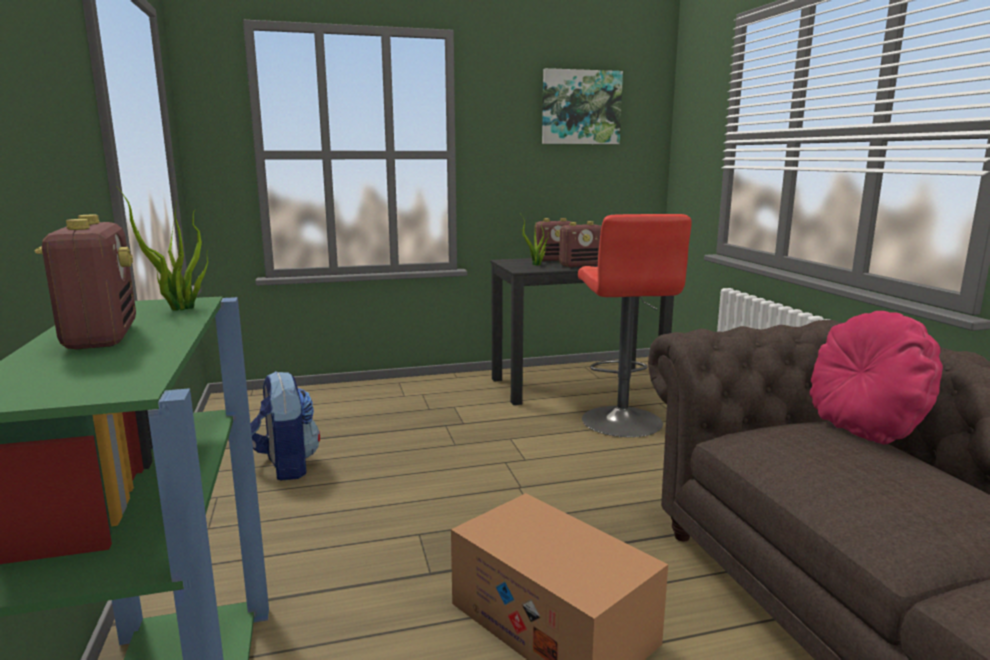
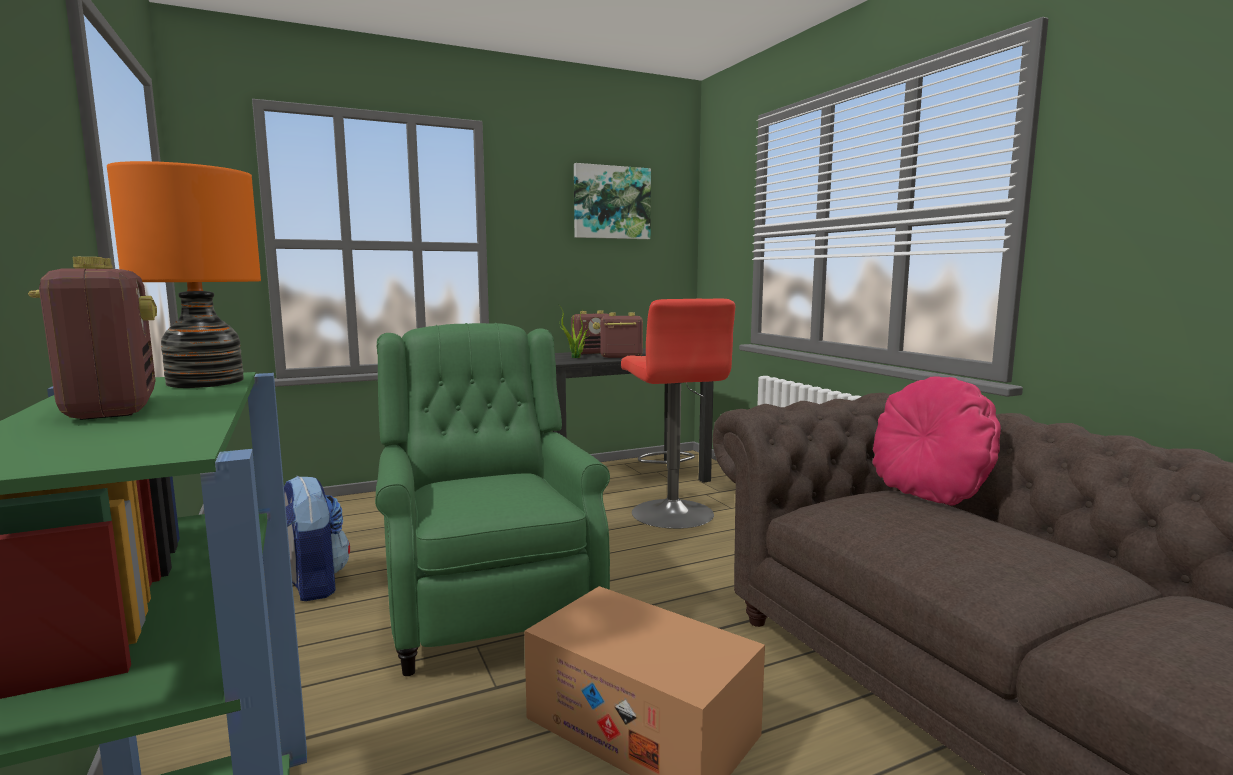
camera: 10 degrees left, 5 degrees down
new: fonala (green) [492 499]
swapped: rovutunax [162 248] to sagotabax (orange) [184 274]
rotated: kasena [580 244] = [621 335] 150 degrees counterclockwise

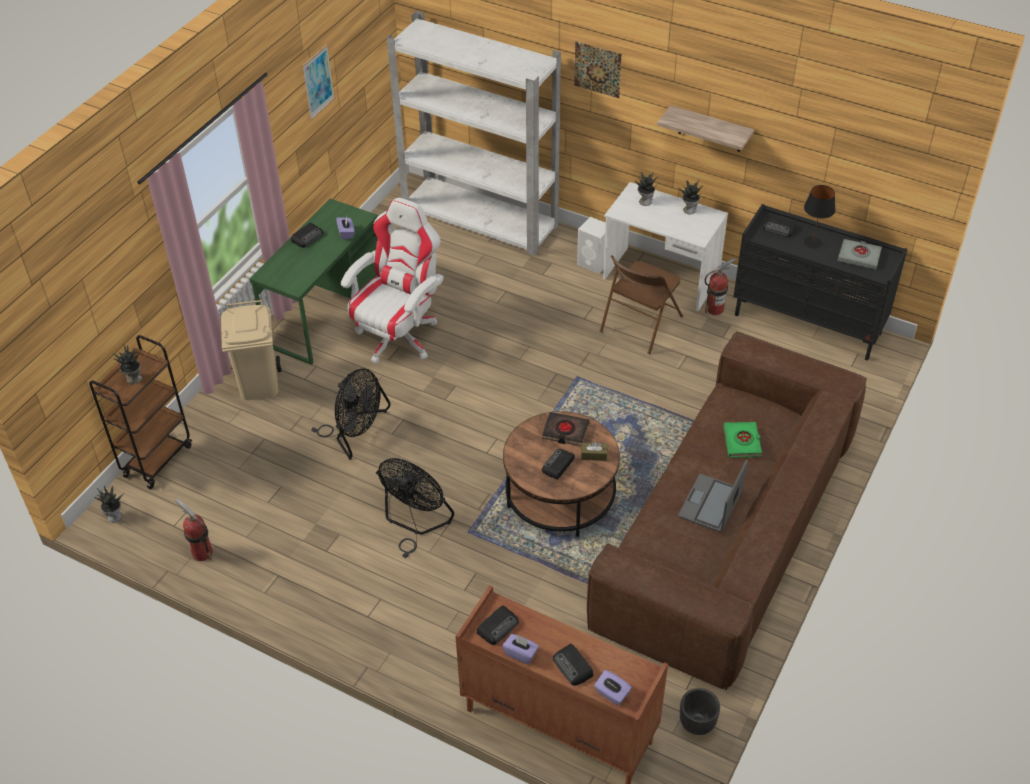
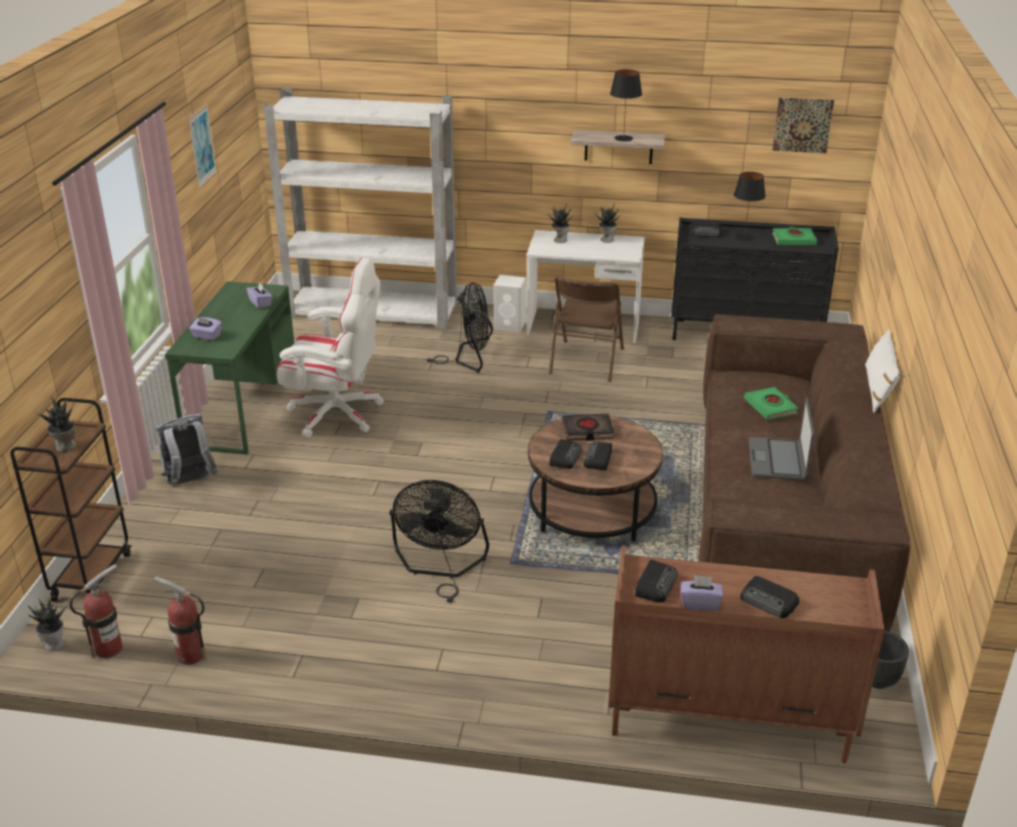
camera: 20 degrees left, 15 degrees down
gone: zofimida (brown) [594 451]
new: sagotabax (black) [626 105]; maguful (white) [882 371]
shifted: kasena [307 235] to [566 454]; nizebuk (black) [350 414] to [460 327]; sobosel [598 70] to [803 125]; zofimida (purple) [613 688] to [205 328]; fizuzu [720 286] to [96 611]
swapped: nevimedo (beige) [251 350] to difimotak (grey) [186 450]
repainted: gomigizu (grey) [860 254] to gomigizu (green) [794 236]
rotated: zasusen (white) [392 281] = [330 347] 90 degrees clockwise

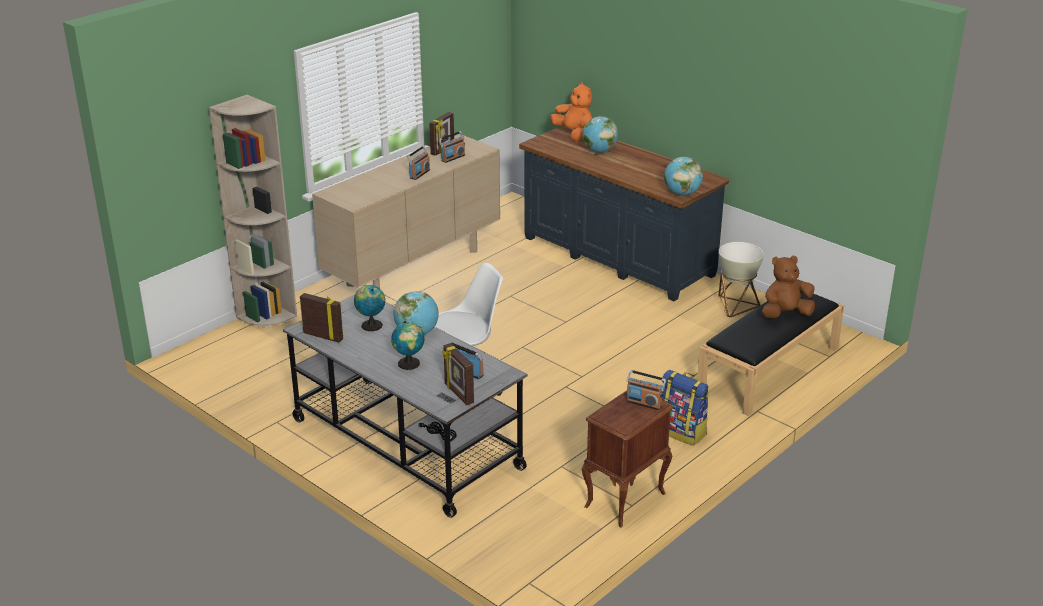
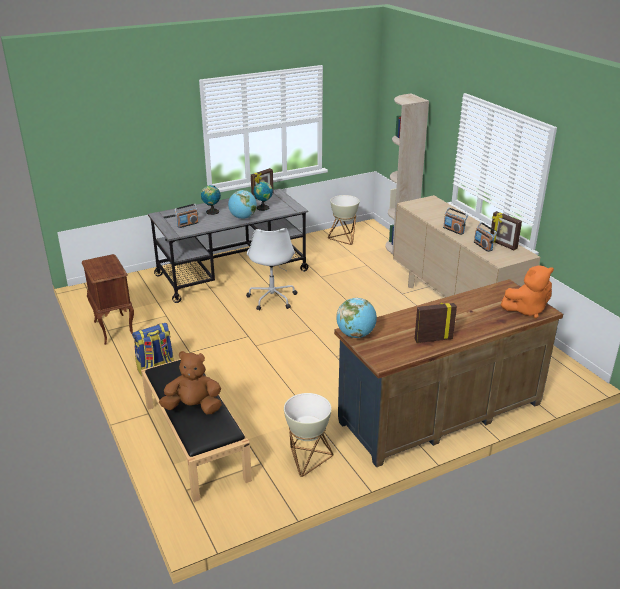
camera: 110 degrees right, 0 degrees up
gone: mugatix [600 134]; kasena [646 390]
new: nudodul [343 220]
shifted: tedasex [458 374] to [436 322]
rotated: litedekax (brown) [788 287] = [190 382] 90 degrees counterclockwise

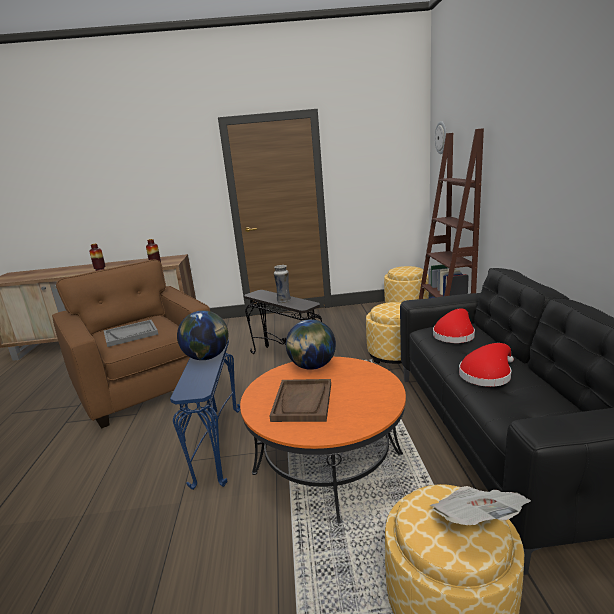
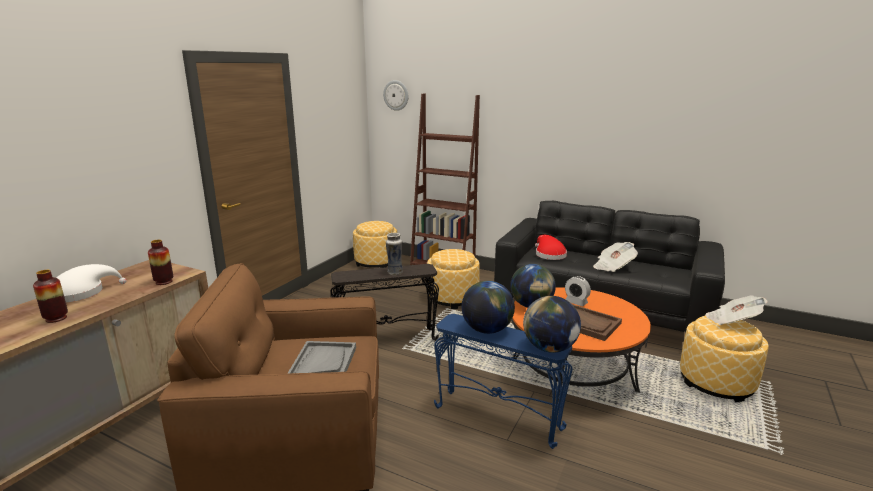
camera: 60 degrees left, 0 degrees up
new: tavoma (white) [91 283]; mugatix [552 324]; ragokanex [578 291]
swapped: tavoma (red) [486 365] to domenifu [615 257]

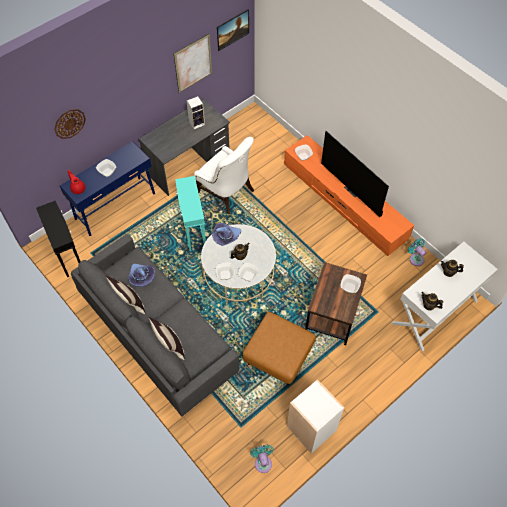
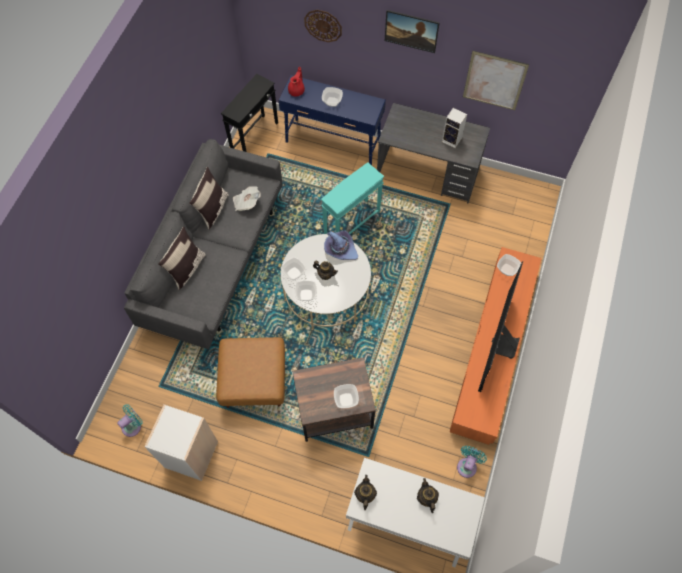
camera: 60 degrees right, 5 degrees up
gone: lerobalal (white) [224 175]
shifted: sobosel [233 30] to [412 31]
swapped: tavoma (purple) [141 275] to domenifu [246 198]

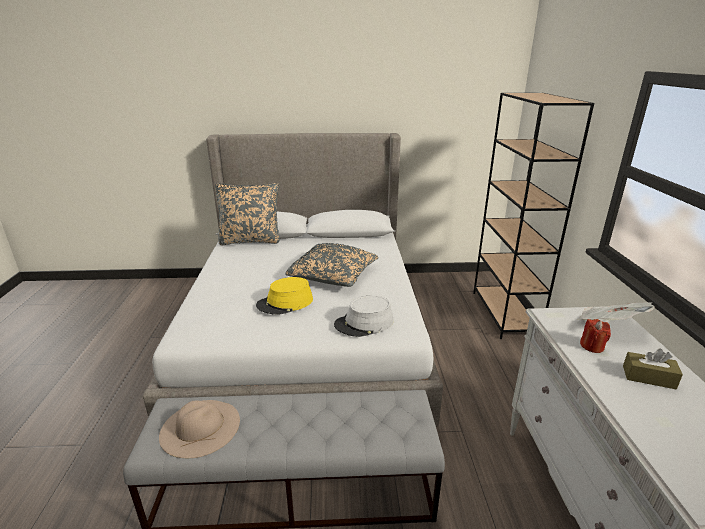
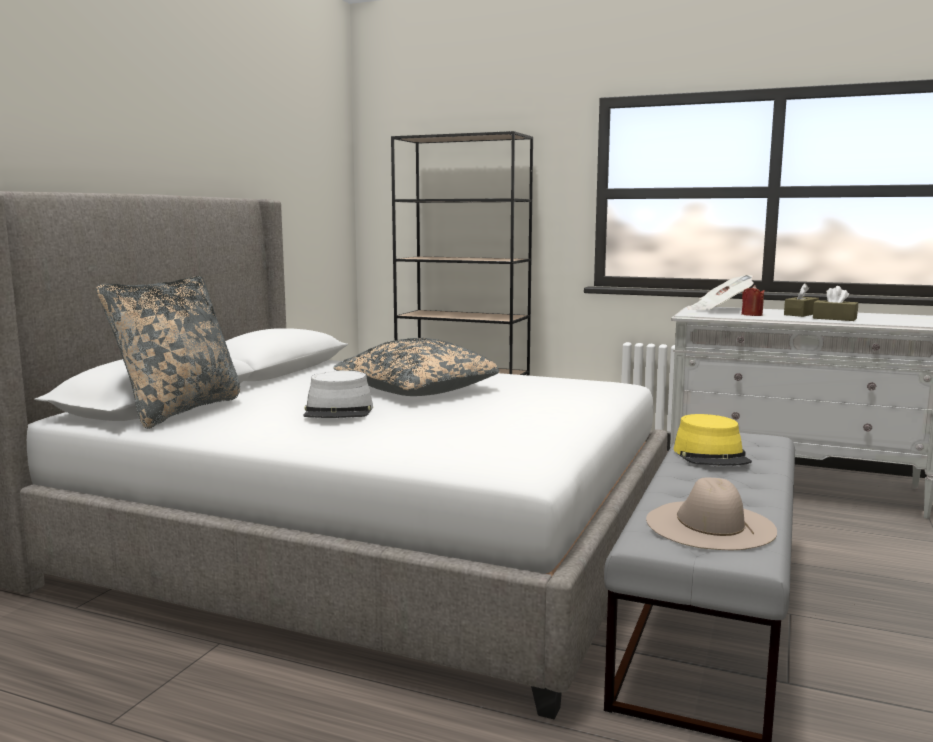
camera: 65 degrees left, 15 degrees down
new: zofimida (brown) [835 303]
shifted: tavoma (yellow) [284 296] to [712 440]; tavoma (grey) [364 316] to [338 394]

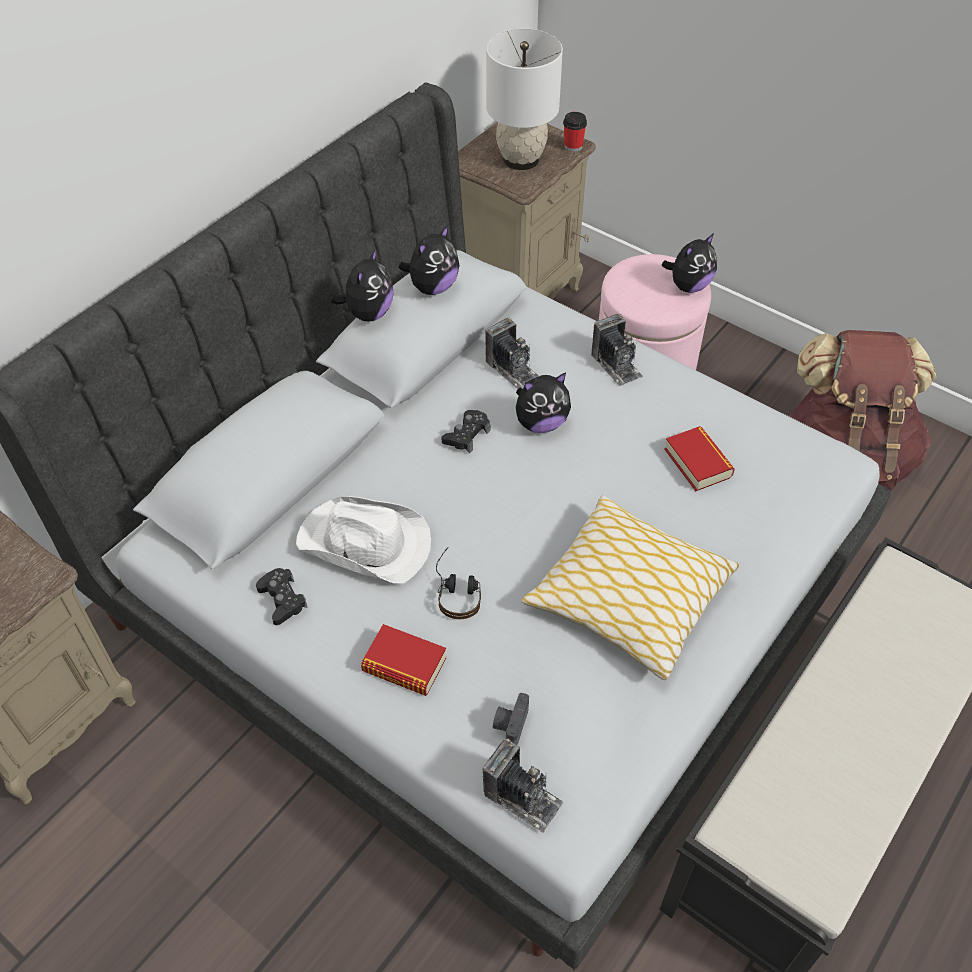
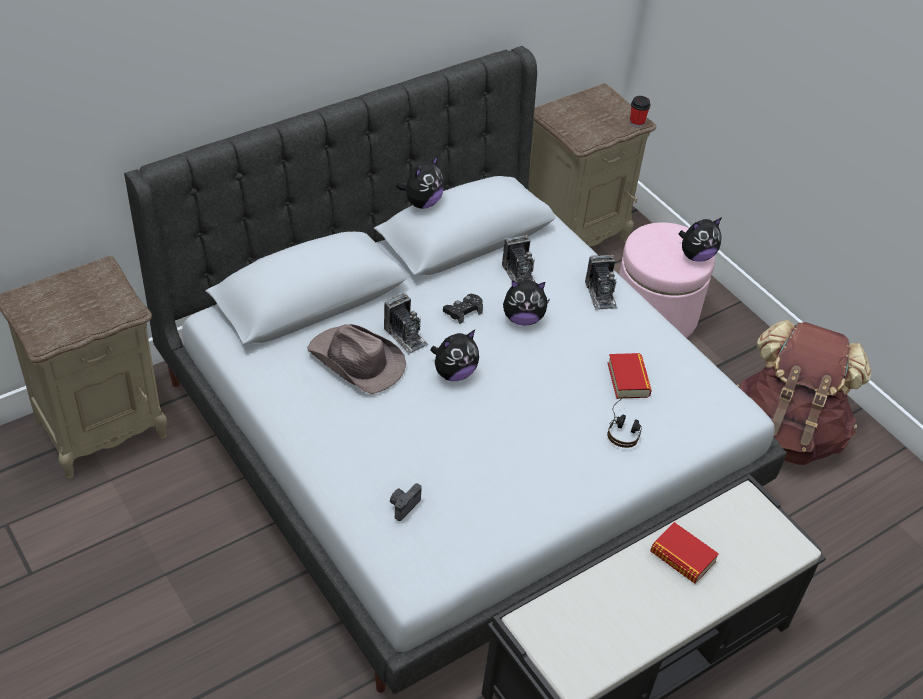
camera: 15 degrees right, 5 degrees down
gone: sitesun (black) [282 596]; sagotabax (white) [524 99]; maguful [630 587]
shifted: gomigizu [404 660] to [684 553]; litedekax [429 260] to [454 355]; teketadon [458 583] to [624 422]; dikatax [523 786] to [406 323]
repainted: tavoma (white) [363 539] to tavoma (brown) [357 359]

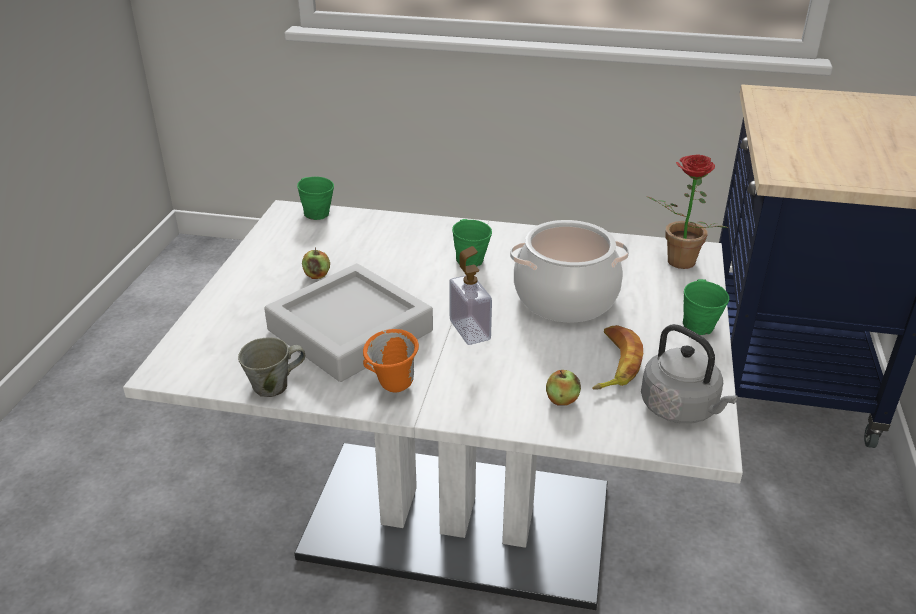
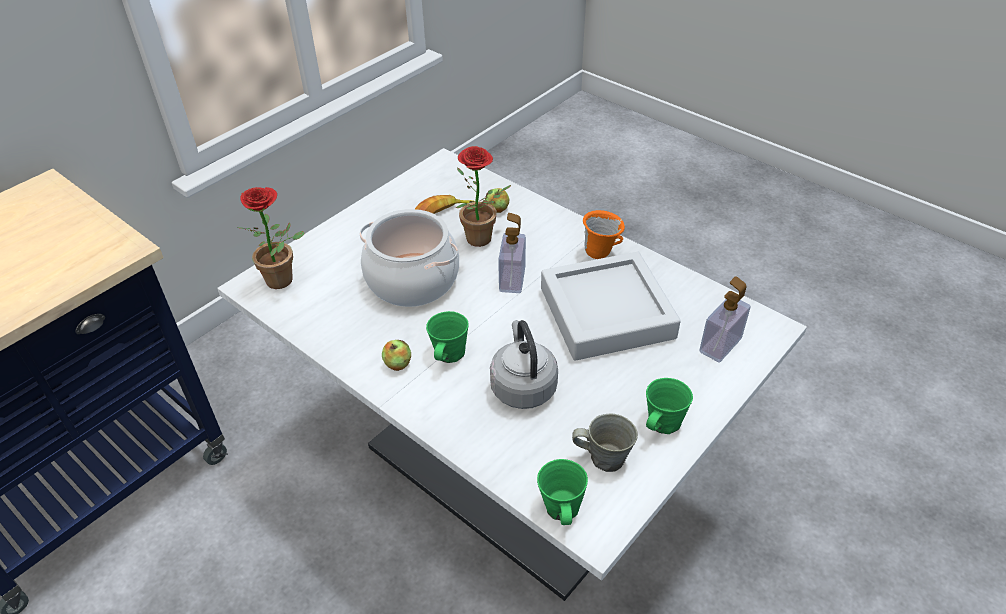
camera: 150 degrees left, 10 degrees up
new: rovutunax [483 196]; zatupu [725 319]
shifted: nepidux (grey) [271 367] to [605 442]; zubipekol [316 263] to [396 355]; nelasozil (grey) [689 373] to [524 364]; nepidux (green) [706 307] to [669 406]

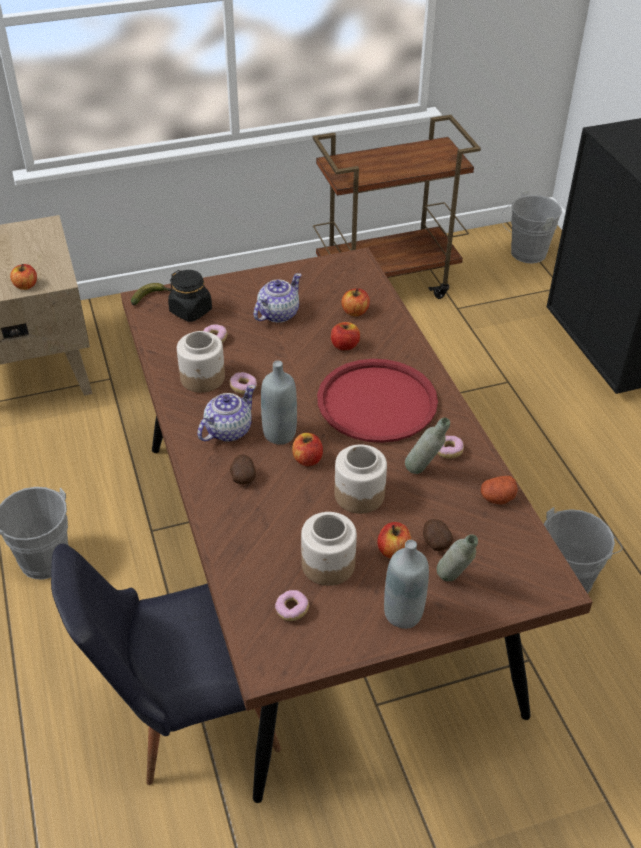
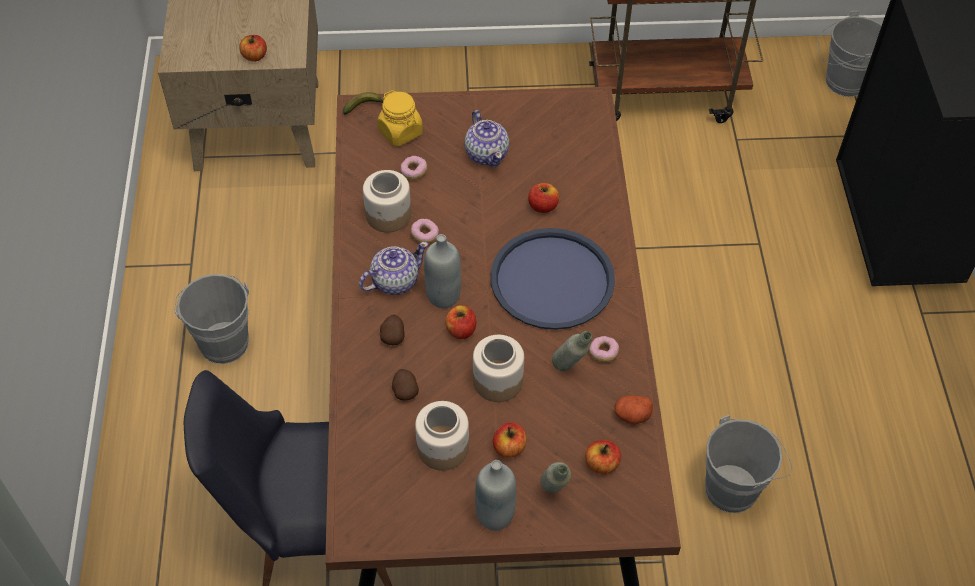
camera: 15 degrees right, 10 degrees up
gone: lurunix [292 605]
shifted: zubipekol [356 302] to [603 457]; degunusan [438 535] to [405 384]
repainted: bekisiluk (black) [190 296] to bekisiluk (yellow) [400 118]; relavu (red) [377 401] to relavu (blue) [553 279]
rotated: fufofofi [278 298] = [486 138] 105 degrees clockwise

